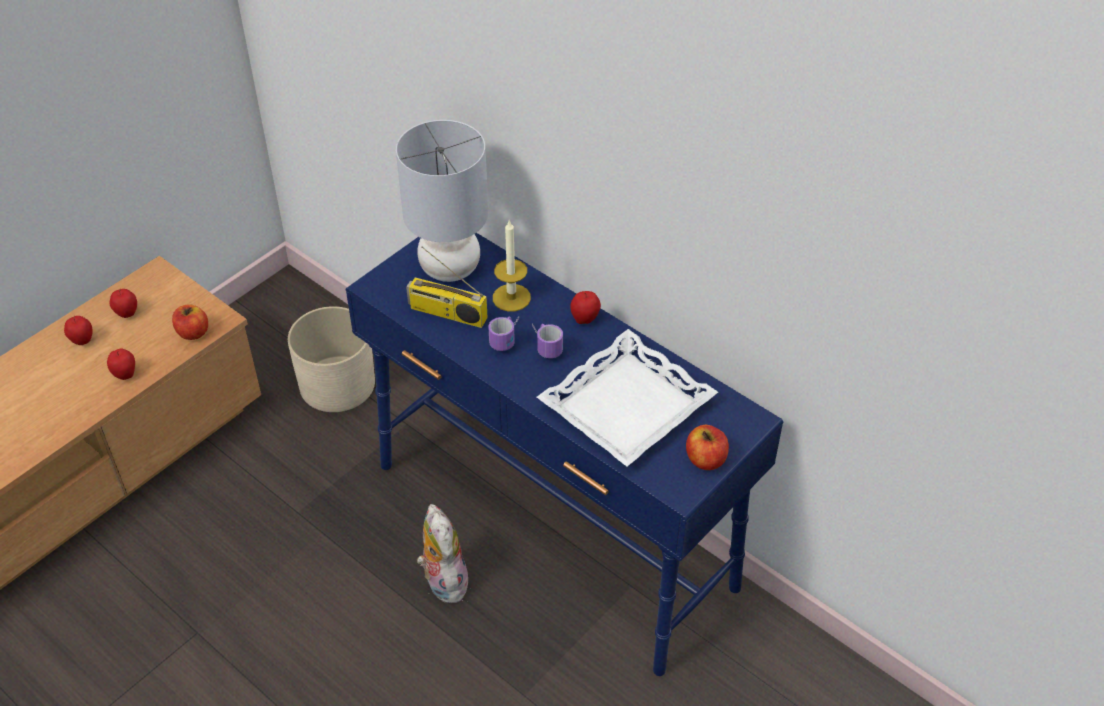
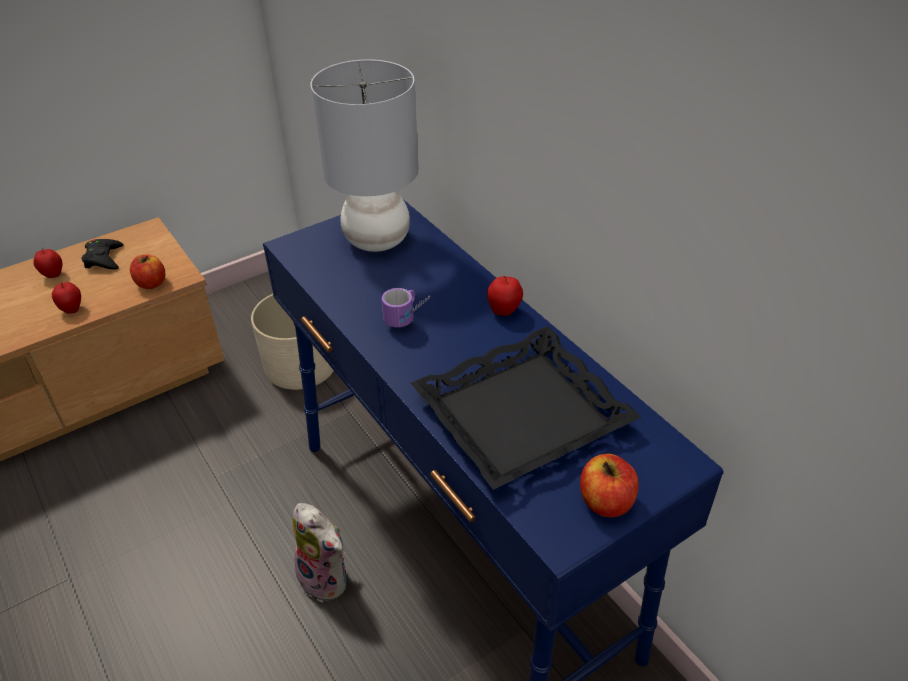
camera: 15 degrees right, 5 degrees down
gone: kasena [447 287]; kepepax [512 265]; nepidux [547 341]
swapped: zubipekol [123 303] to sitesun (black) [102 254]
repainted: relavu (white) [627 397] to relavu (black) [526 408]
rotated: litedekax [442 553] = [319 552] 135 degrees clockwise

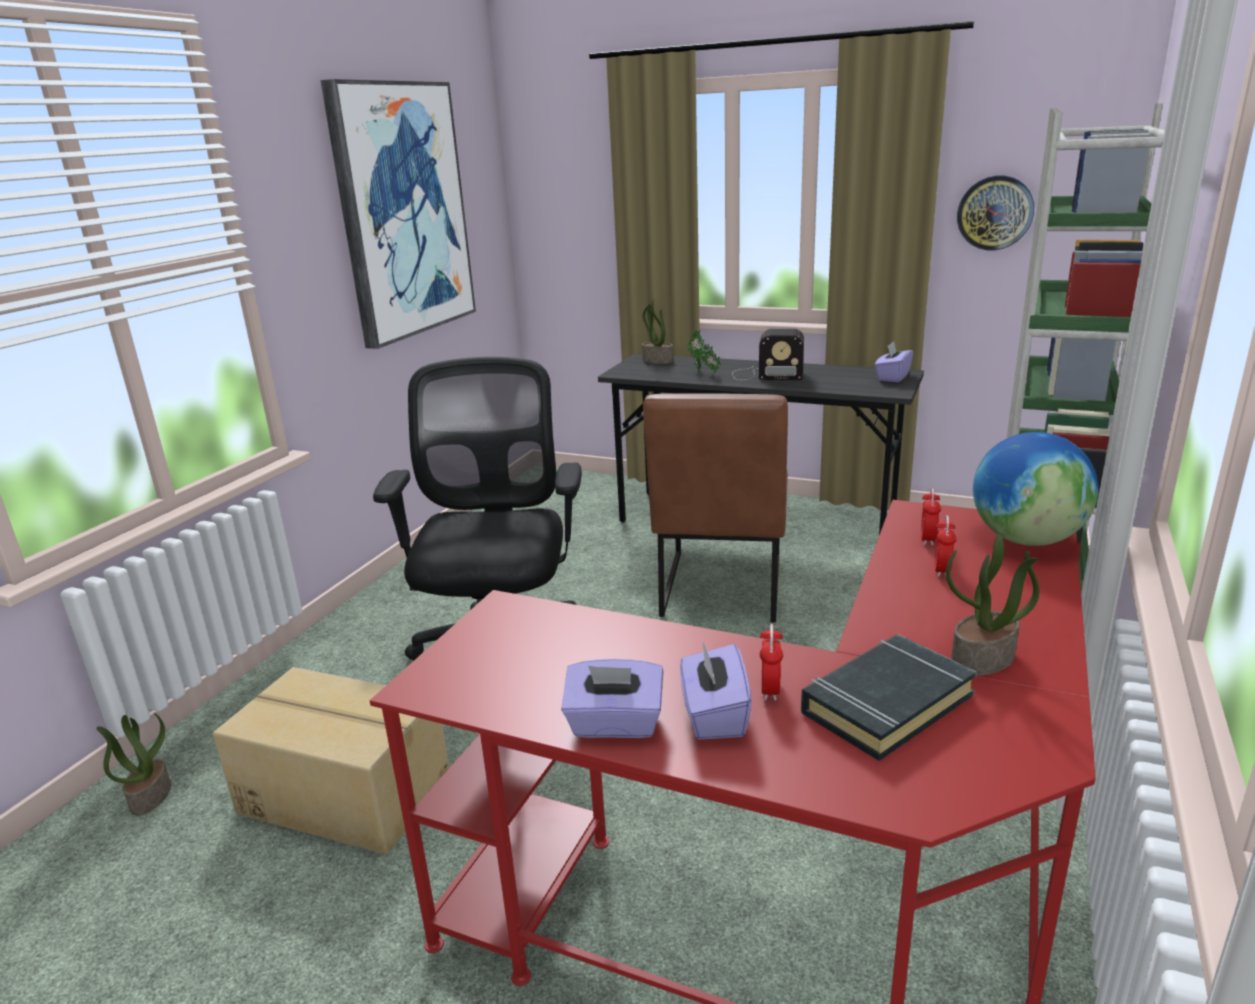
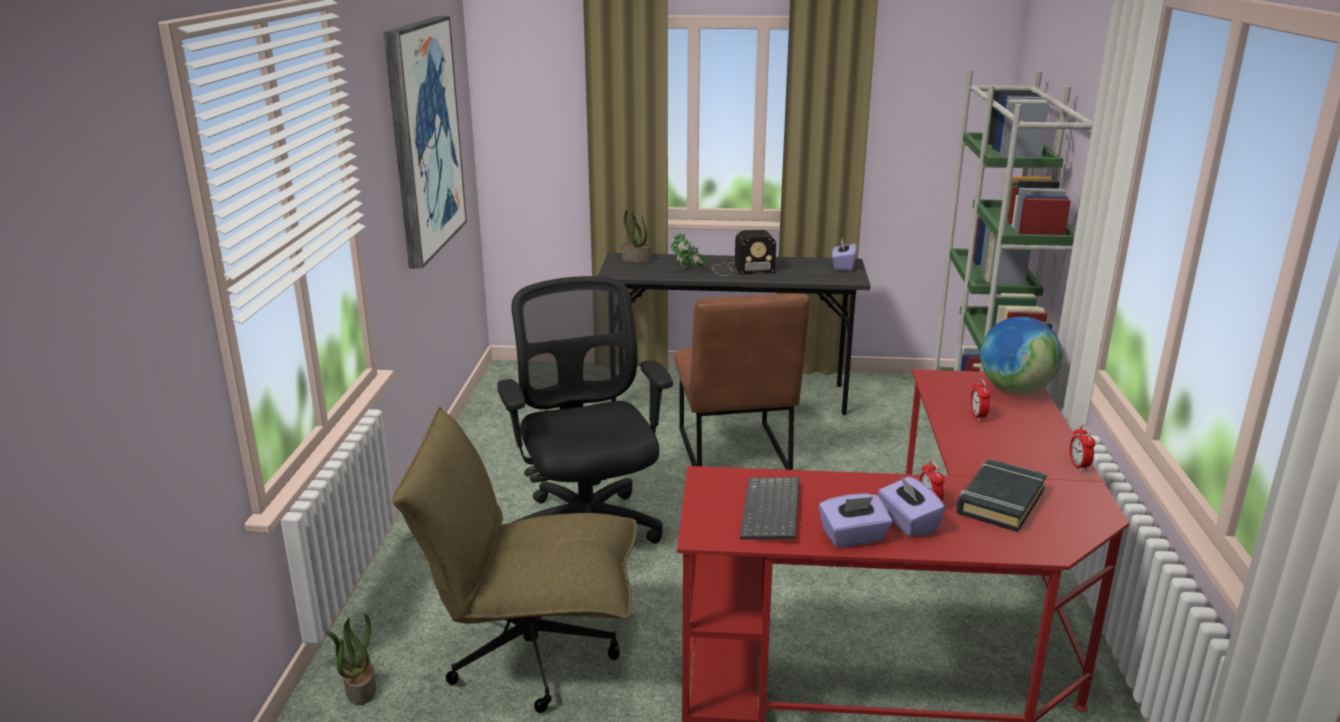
camera: 20 degrees left, 0 degrees up
gone: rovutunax [992 605]; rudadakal [995 213]
new: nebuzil [769 508]
shifted: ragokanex [931 516] to [1082 448]
swapped: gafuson [331 760] to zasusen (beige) [514 560]

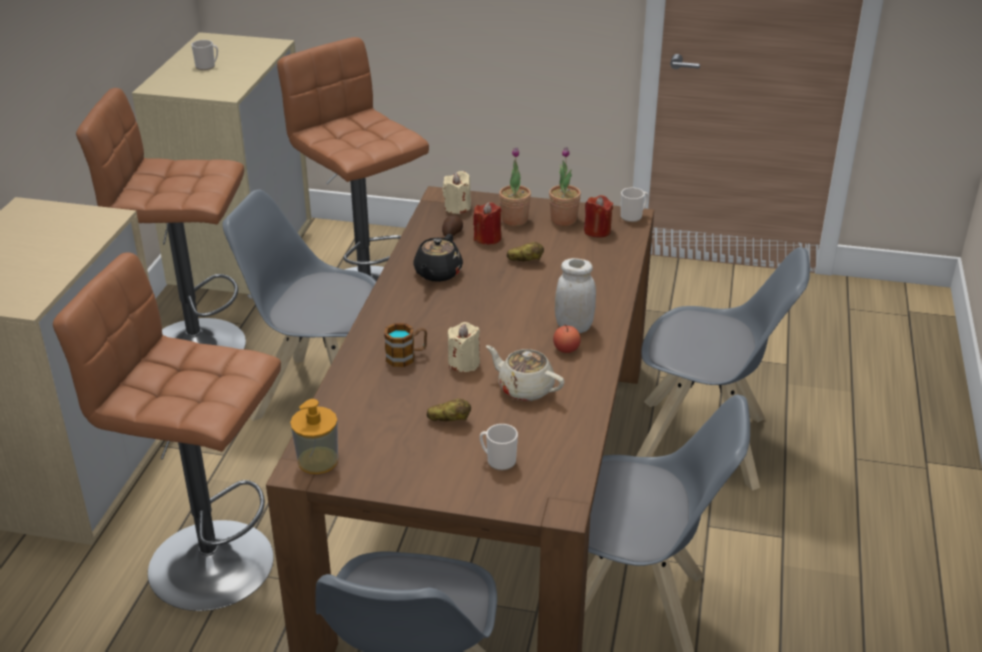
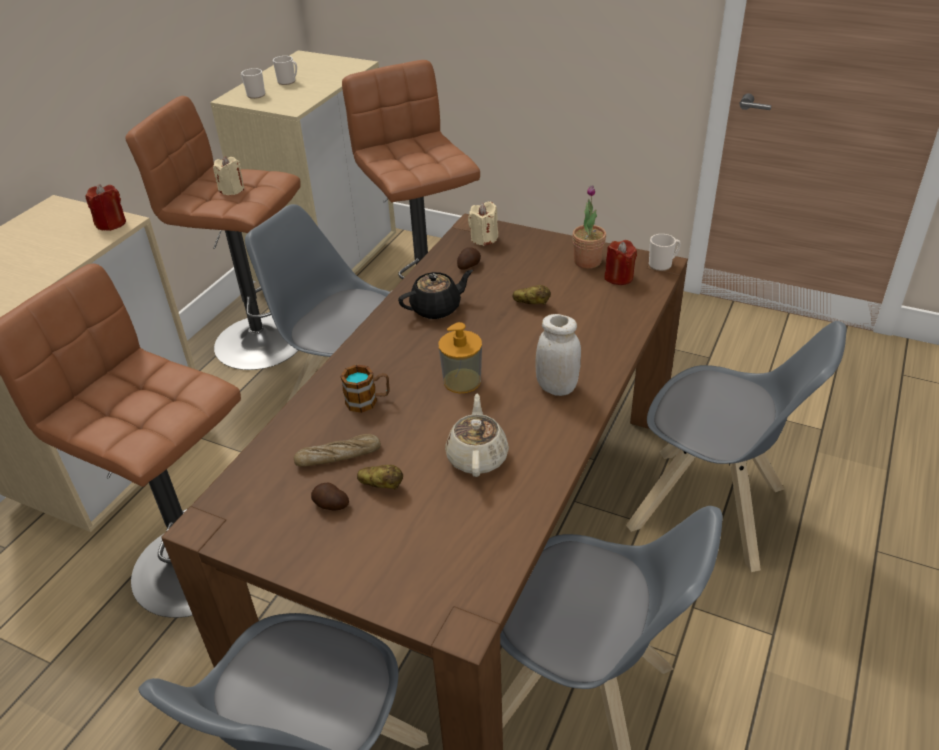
camera: 15 degrees right, 5 degrees up
gone: rovutunax [515 186]; zubipekol [567 338]
new: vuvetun [337 450]; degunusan [330 496]
shifted: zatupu [314 436] to [460 358]; kepepax (beige) [464 347] to [228 175]; kepepax (red) [487 223] to [105 207]; nepidux [499 447] to [253 83]
rotated: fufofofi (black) [438 258] = [435 294] 150 degrees counterclockwise; fufofofi (beige) [525 373] = [477 435] 45 degrees clockwise

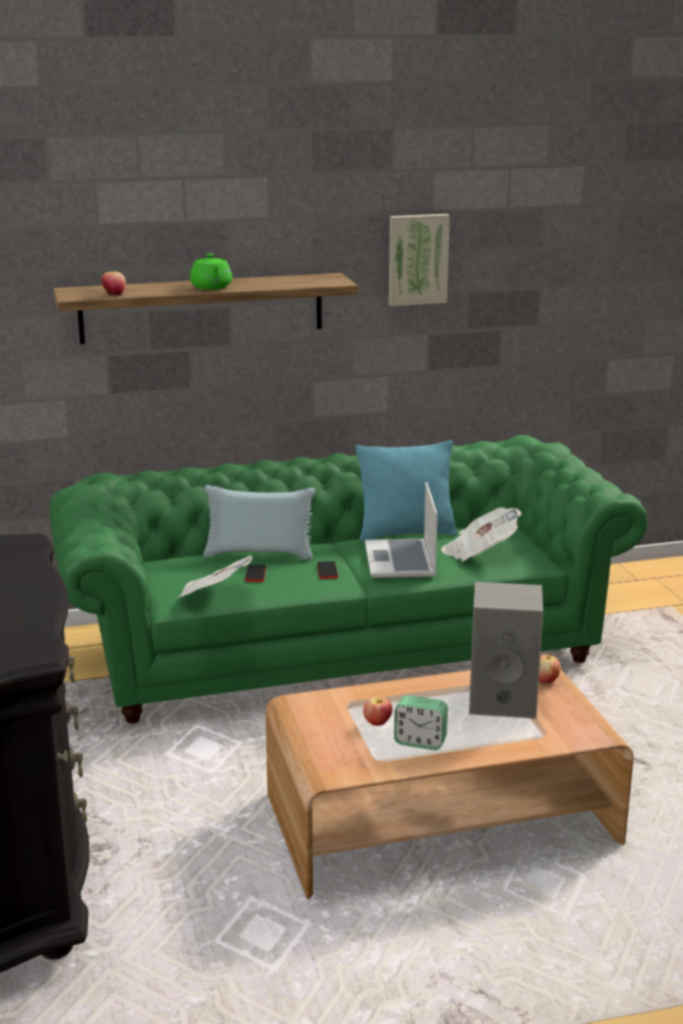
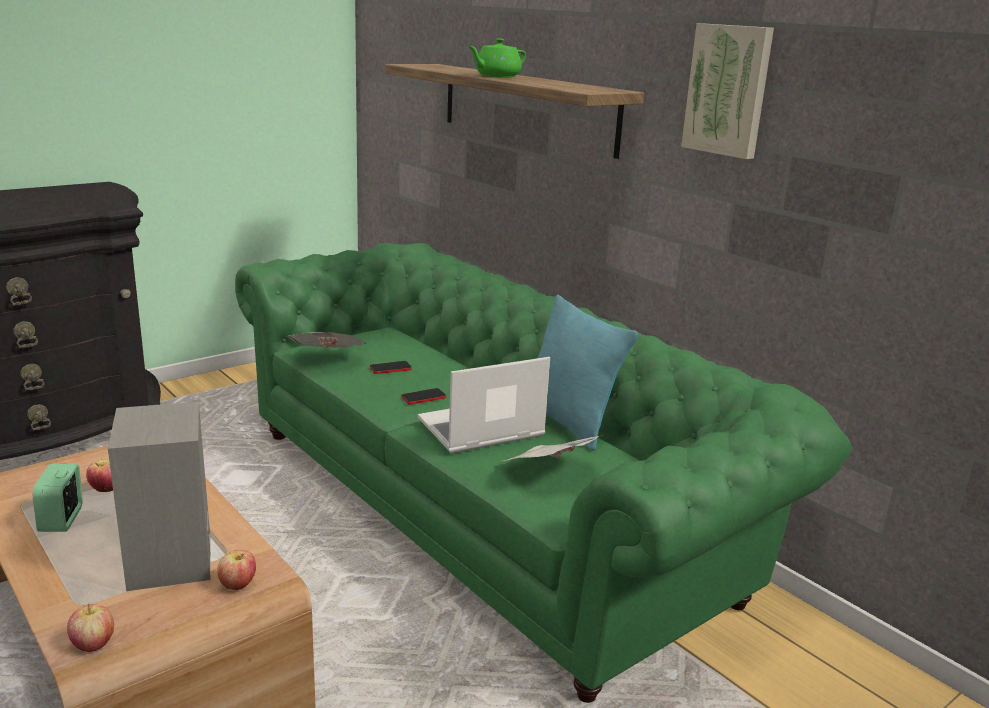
camera: 65 degrees right, 0 degrees up
gone: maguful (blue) [259 522]
shifted: zubipekol [114 282] to [90 627]

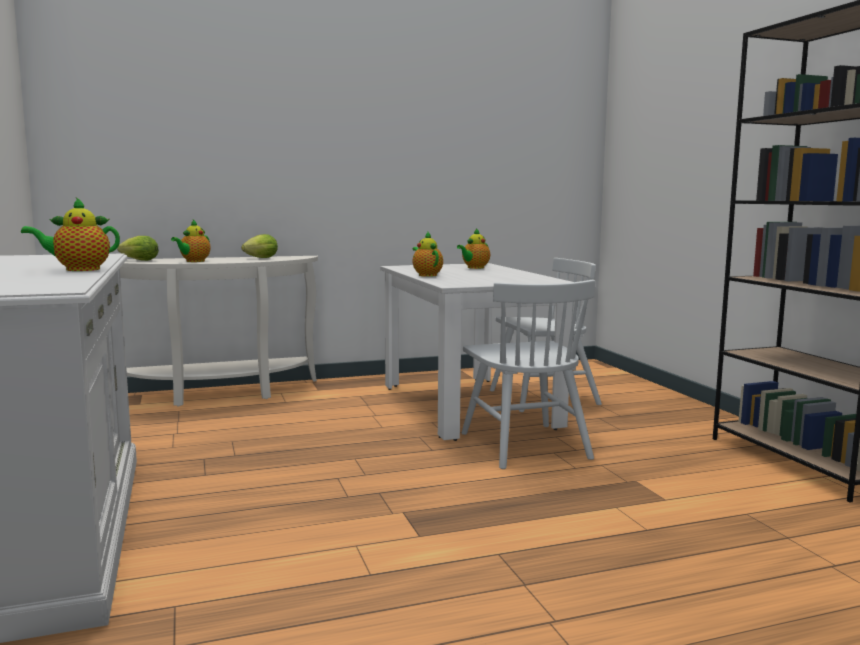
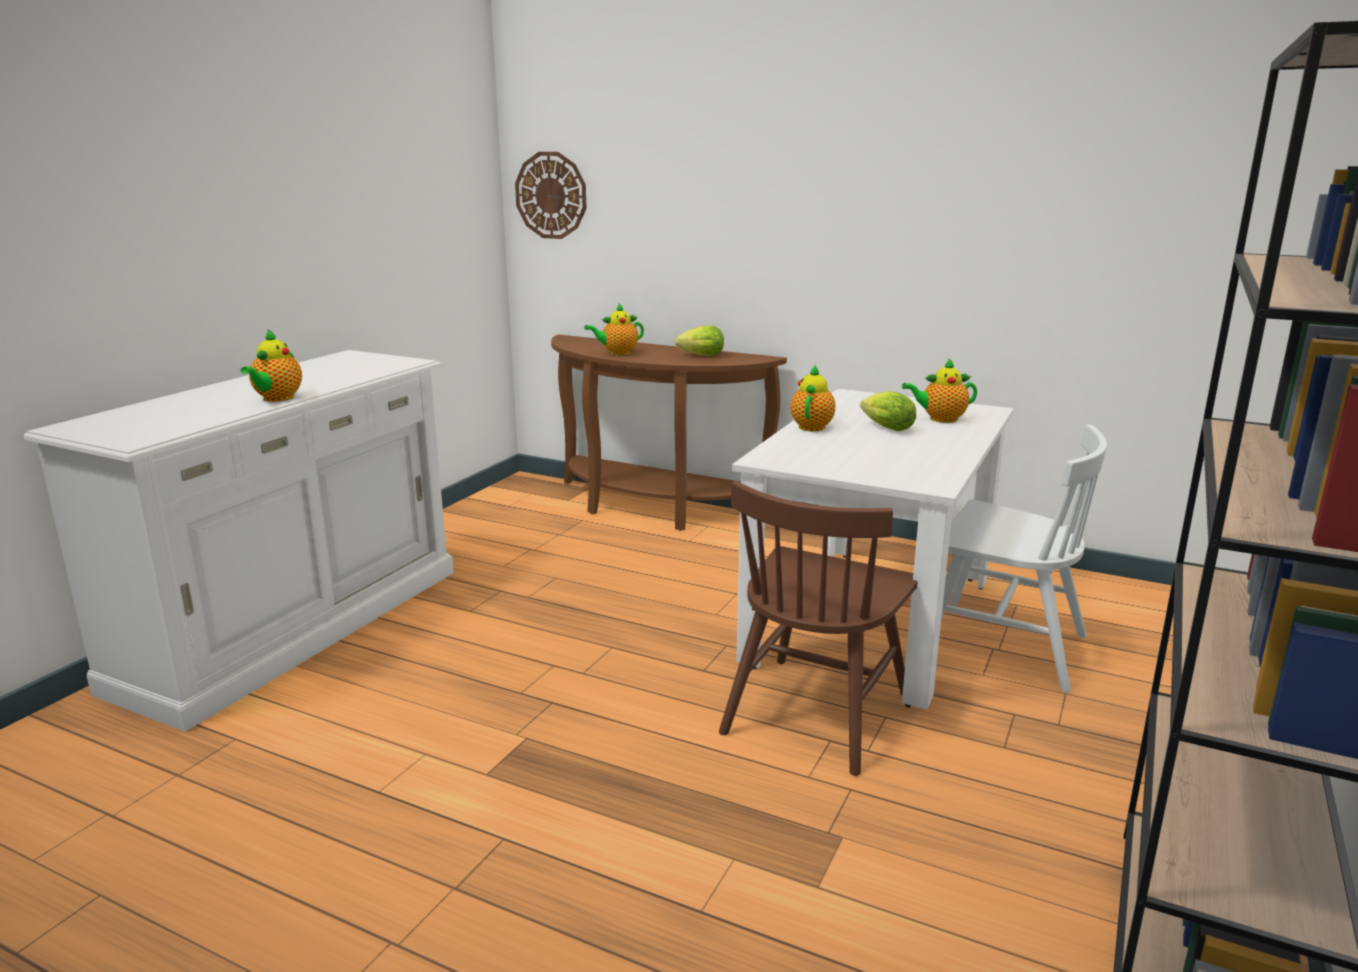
camera: 45 degrees right, 10 degrees up
new: rudadakal [551 195]
shifted: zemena [138 248] to [888 411]
repainted: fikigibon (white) [219 331] to fikigibon (brown) [669 432]; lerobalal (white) [529 374] to lerobalal (brown) [818 628]
rotated: fufofofi [70 234] = [271 366] 105 degrees counterclockwise

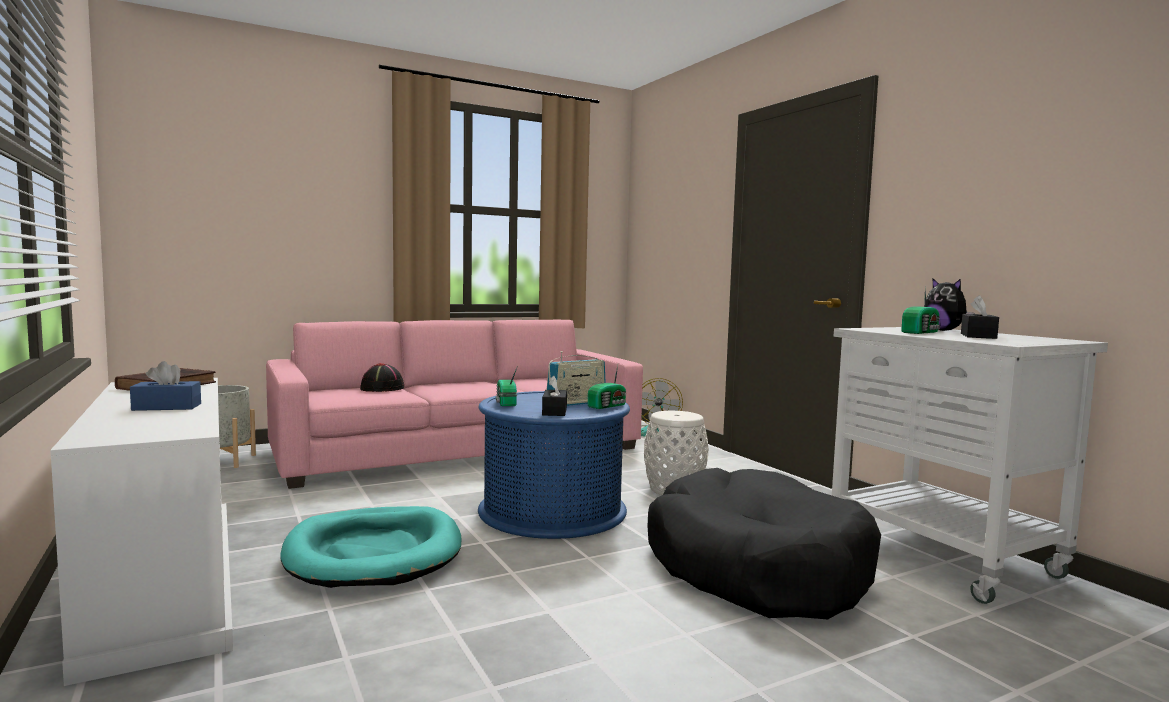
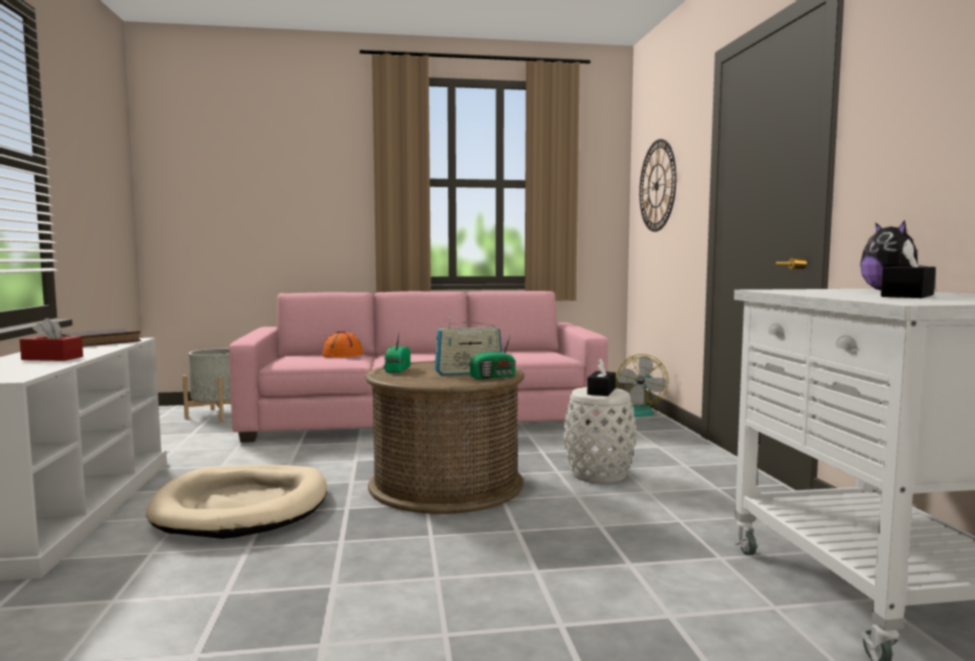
camera: 20 degrees right, 0 degrees up
gone: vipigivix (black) [764 543]; kasena [921 310]
new: rudadakal [657 185]
shifted: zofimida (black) [554 396] to [601 377]
repainted: zofimida (blue) [165 386] to zofimida (red) [51 339]; vipigivix (turquoise) [371 547] to vipigivix (beige) [236 502]; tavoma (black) [382 377] to tavoma (orange) [343 344]; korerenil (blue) [554 465] to korerenil (brown) [445 437]

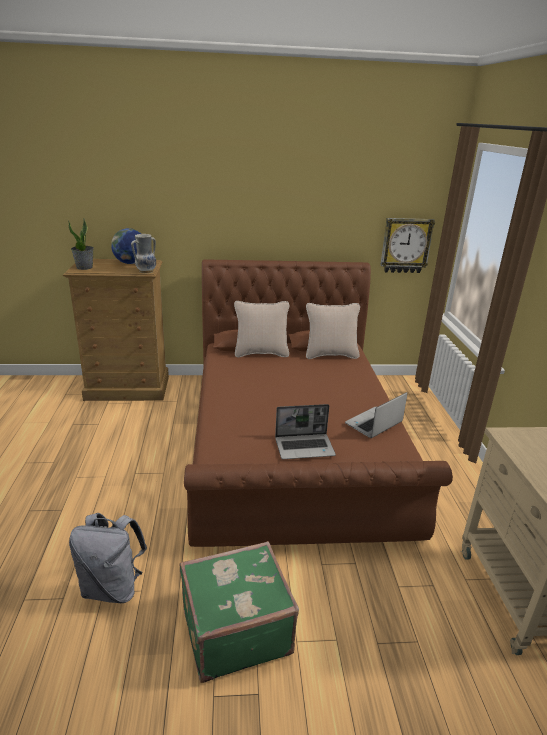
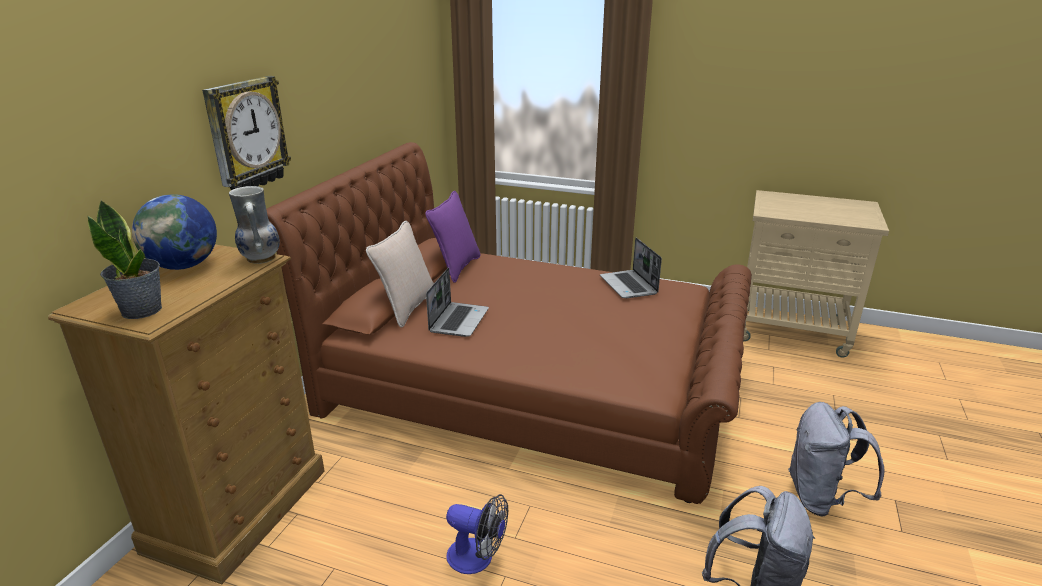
camera: 65 degrees left, 0 degrees up
new: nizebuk [477 534]
shifted: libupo [305 431] to [457 302]; rudadakal [407 245] to [246 133]
swapped: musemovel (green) [239 612] to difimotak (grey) [836 459]
repainted: maguful (beige) [333 331] to maguful (purple) [452 237]

